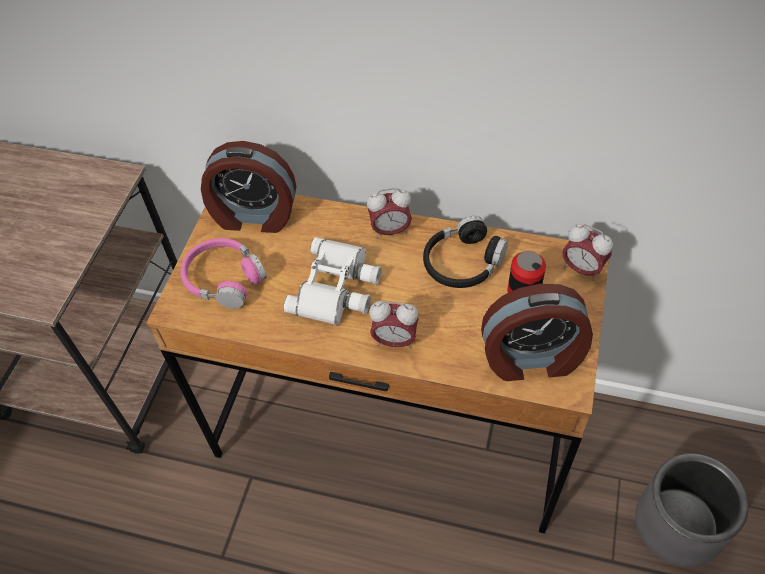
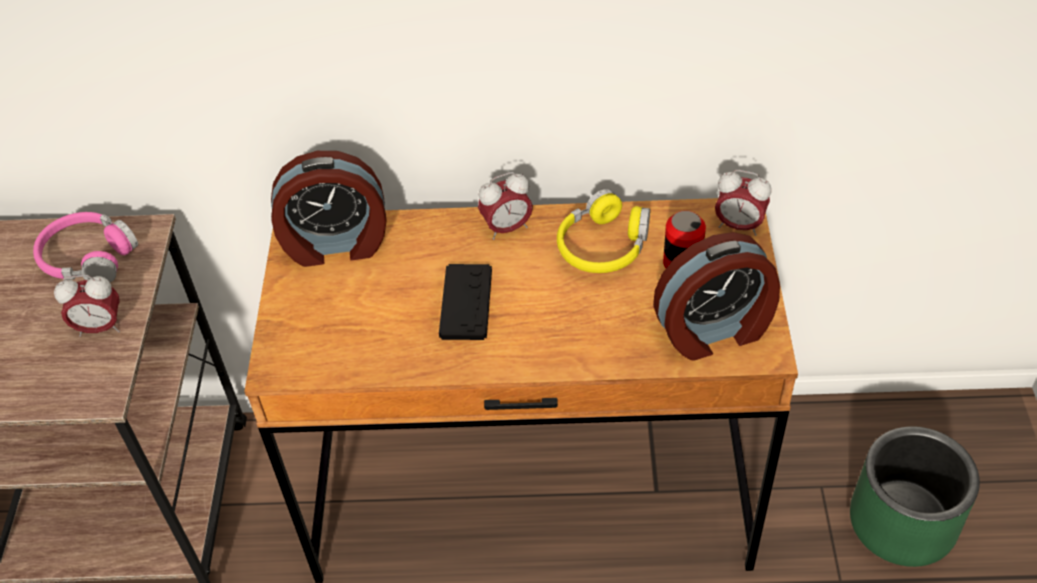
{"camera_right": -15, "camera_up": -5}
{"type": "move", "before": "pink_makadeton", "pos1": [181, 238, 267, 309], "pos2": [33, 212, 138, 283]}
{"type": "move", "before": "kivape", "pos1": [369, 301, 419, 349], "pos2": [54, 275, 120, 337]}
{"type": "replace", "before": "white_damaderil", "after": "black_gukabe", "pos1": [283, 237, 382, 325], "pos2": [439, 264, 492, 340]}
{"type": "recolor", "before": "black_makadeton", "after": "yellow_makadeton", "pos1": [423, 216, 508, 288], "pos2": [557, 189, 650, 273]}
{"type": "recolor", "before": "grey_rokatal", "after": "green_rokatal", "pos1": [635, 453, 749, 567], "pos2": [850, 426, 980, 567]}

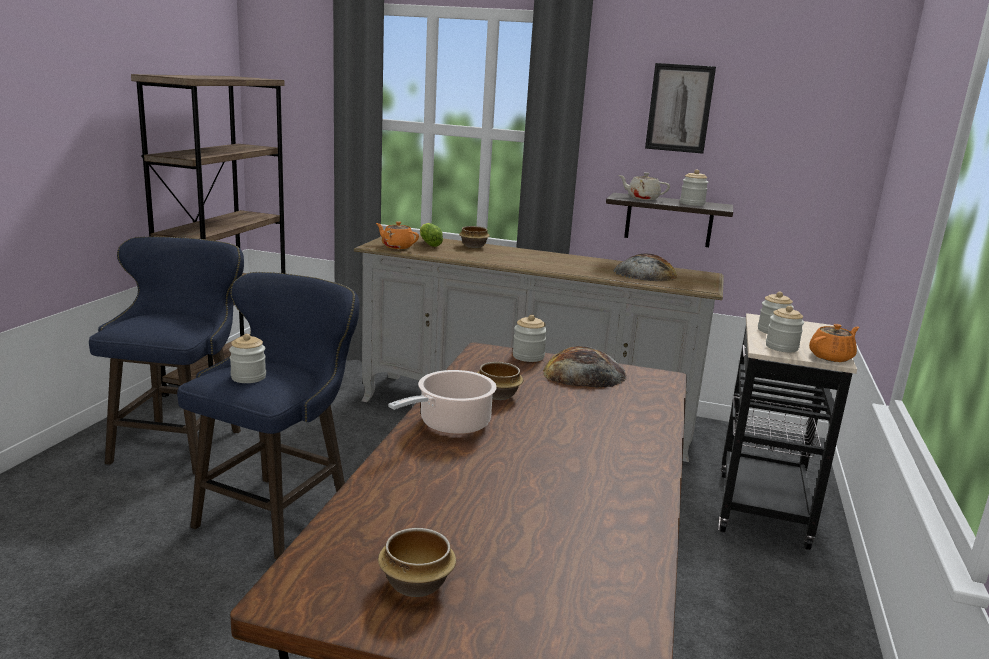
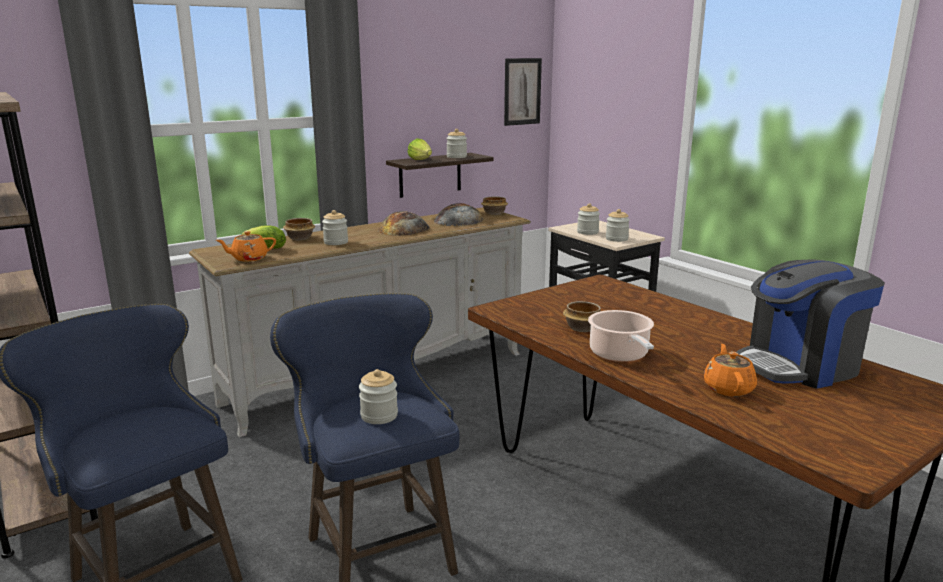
{"camera_right": -50, "camera_up": 0}
{"type": "move", "before": "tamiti", "pos1": [513, 315, 547, 362], "pos2": [322, 210, 348, 245]}
{"type": "move", "before": "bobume", "pos1": [543, 346, 627, 388], "pos2": [378, 211, 429, 236]}
{"type": "replace", "before": "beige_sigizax", "after": "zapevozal", "pos1": [619, 172, 670, 200], "pos2": [407, 138, 432, 160]}
{"type": "move", "before": "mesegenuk", "pos1": [378, 528, 456, 597], "pos2": [481, 196, 508, 215]}
{"type": "move", "before": "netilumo", "pos1": [645, 63, 716, 154], "pos2": [504, 58, 542, 126]}
{"type": "move", "before": "orange_sigizax", "pos1": [809, 324, 859, 362], "pos2": [704, 344, 757, 397]}
{"type": "insert", "after": "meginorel", "pos2": [737, 259, 885, 389]}

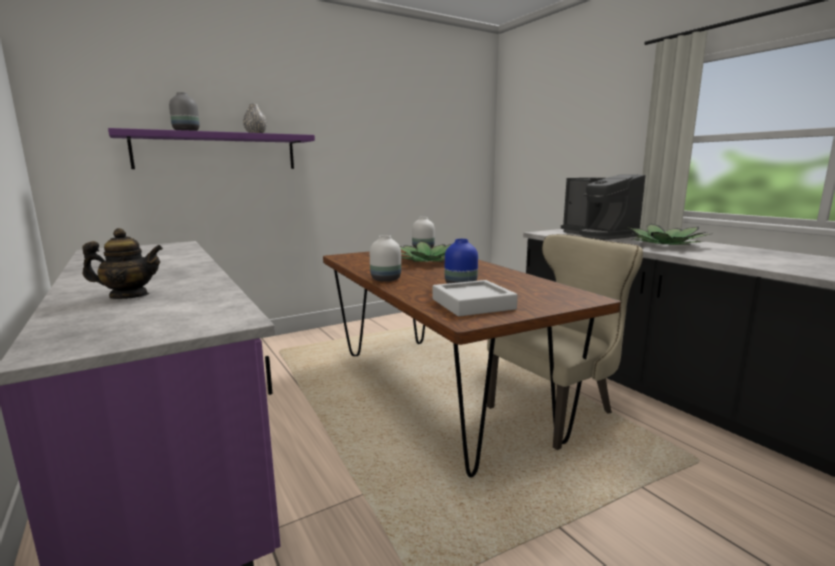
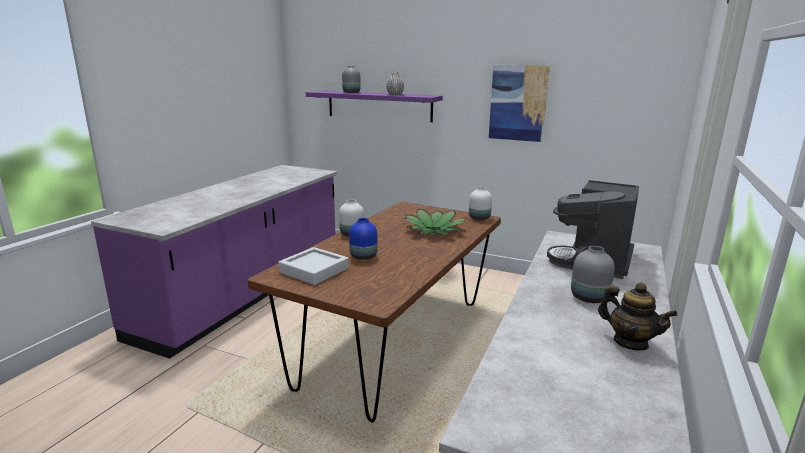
{"camera_right": 55, "camera_up": 5}
{"type": "insert", "after": "netilumo", "pos2": [489, 65, 550, 142]}
{"type": "replace", "before": "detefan", "after": "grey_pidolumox", "pos1": [625, 224, 710, 245], "pos2": [571, 246, 615, 303]}
{"type": "move", "before": "sigizax", "pos1": [82, 228, 163, 299], "pos2": [598, 283, 678, 351]}
{"type": "delete", "before": "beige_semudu", "pos1": [487, 234, 643, 450]}

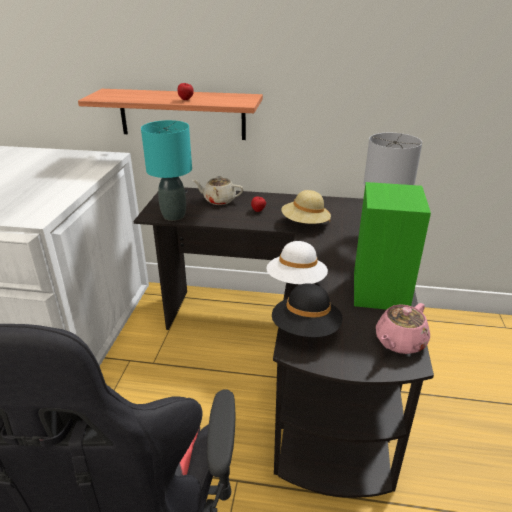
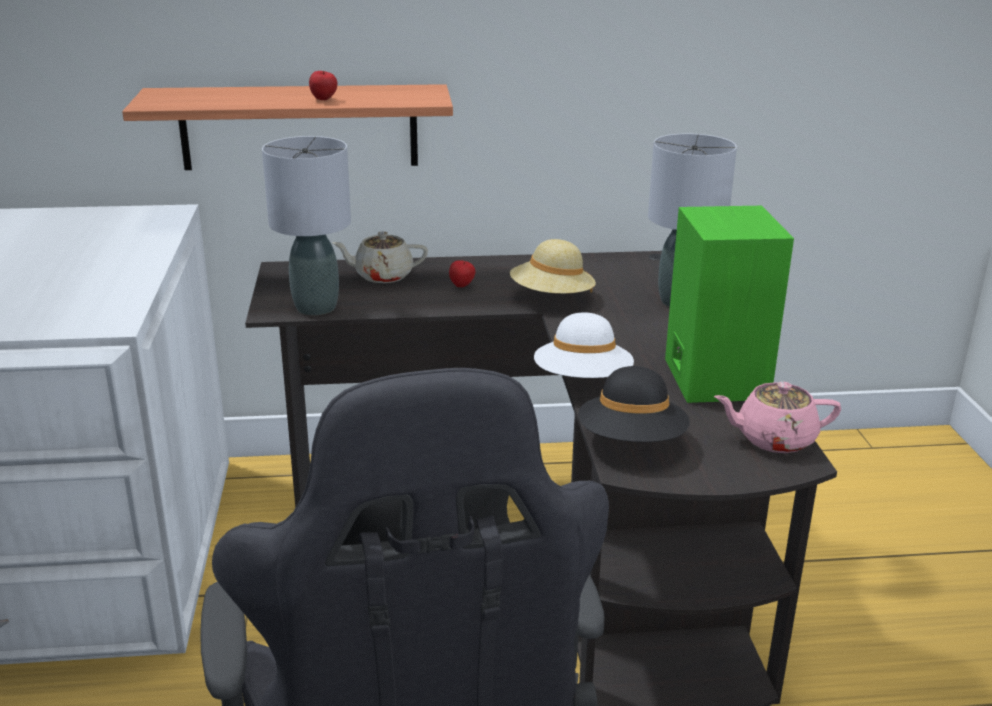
{"camera_right": -15, "camera_up": -5}
{"type": "recolor", "before": "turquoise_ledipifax", "after": "grey_ledipifax", "pos1": [141, 120, 192, 221], "pos2": [262, 136, 351, 315]}
{"type": "rotate", "before": "pink_sigizax", "pos1": [376, 303, 430, 354], "pos2": [714, 382, 841, 453], "turn": 60}

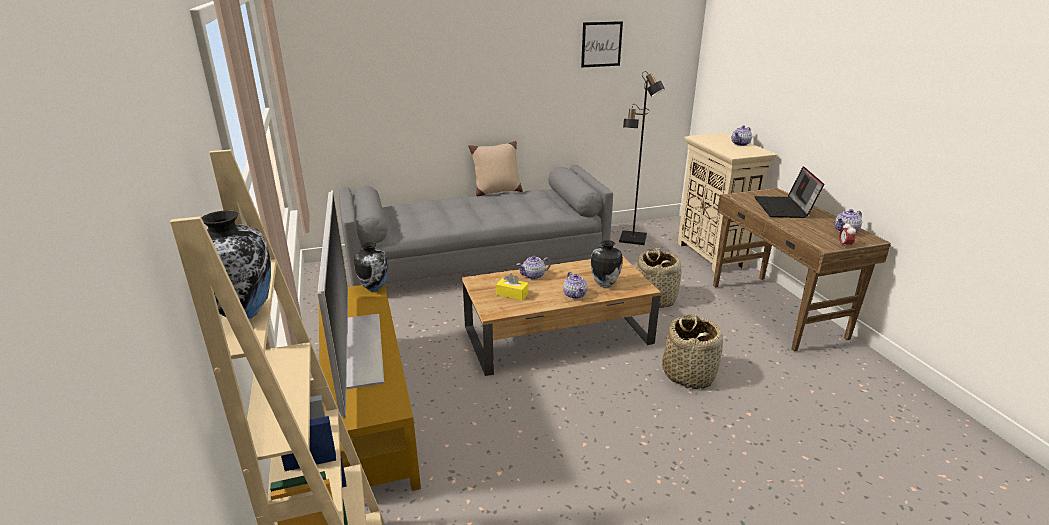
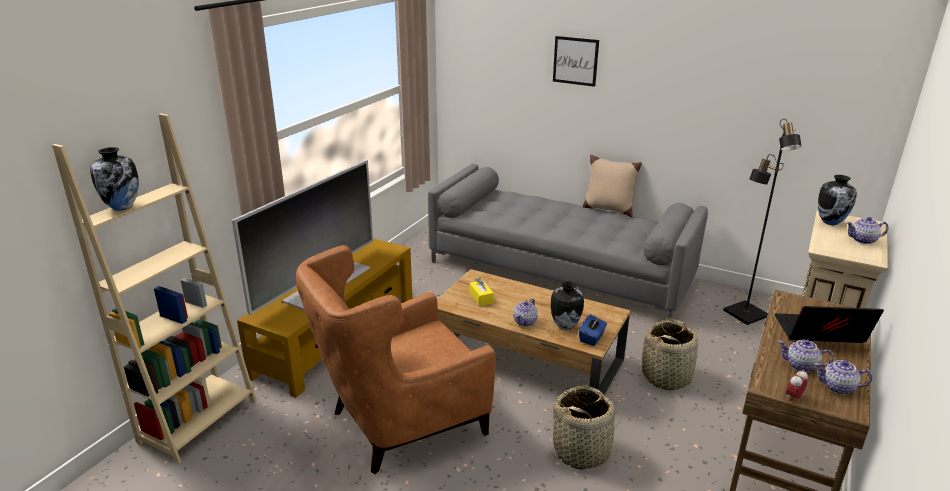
{"camera_right": 45, "camera_up": 0}
{"type": "insert", "after": "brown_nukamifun", "pos2": [296, 245, 496, 474]}
{"type": "move", "before": "netilumo", "pos1": [581, 21, 623, 67], "pos2": [553, 36, 599, 87]}
{"type": "insert", "after": "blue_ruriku", "pos2": [579, 315, 607, 346]}
{"type": "rotate", "before": "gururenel", "pos1": [754, 166, 824, 218], "pos2": [774, 306, 884, 343], "turn": 45}
{"type": "move", "before": "sigizax", "pos1": [516, 256, 551, 280], "pos2": [778, 340, 834, 372]}
{"type": "move", "before": "pidolumox", "pos1": [354, 242, 388, 291], "pos2": [818, 175, 857, 225]}

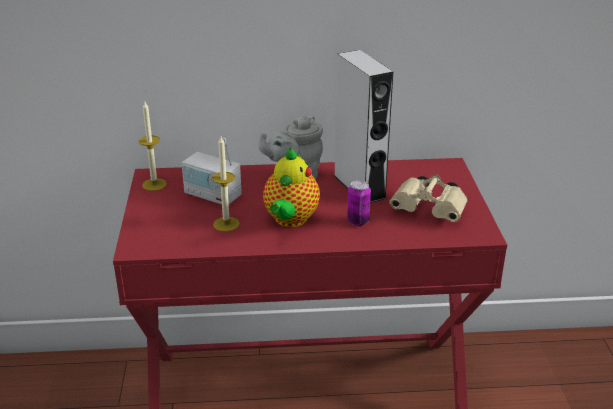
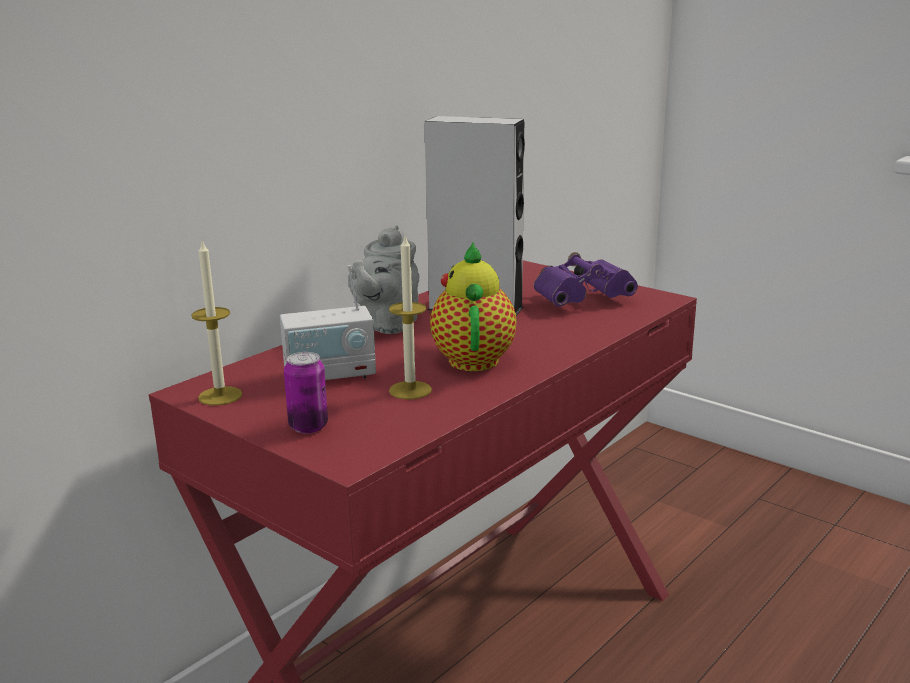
{"camera_right": -45, "camera_up": -10}
{"type": "move", "before": "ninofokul", "pos1": [347, 180, 371, 226], "pos2": [284, 352, 328, 433]}
{"type": "rotate", "before": "sigizax", "pos1": [263, 148, 320, 227], "pos2": [430, 242, 517, 371], "turn": -150}
{"type": "recolor", "before": "beige_damaderil", "after": "purple_damaderil", "pos1": [389, 174, 468, 222], "pos2": [533, 252, 638, 307]}

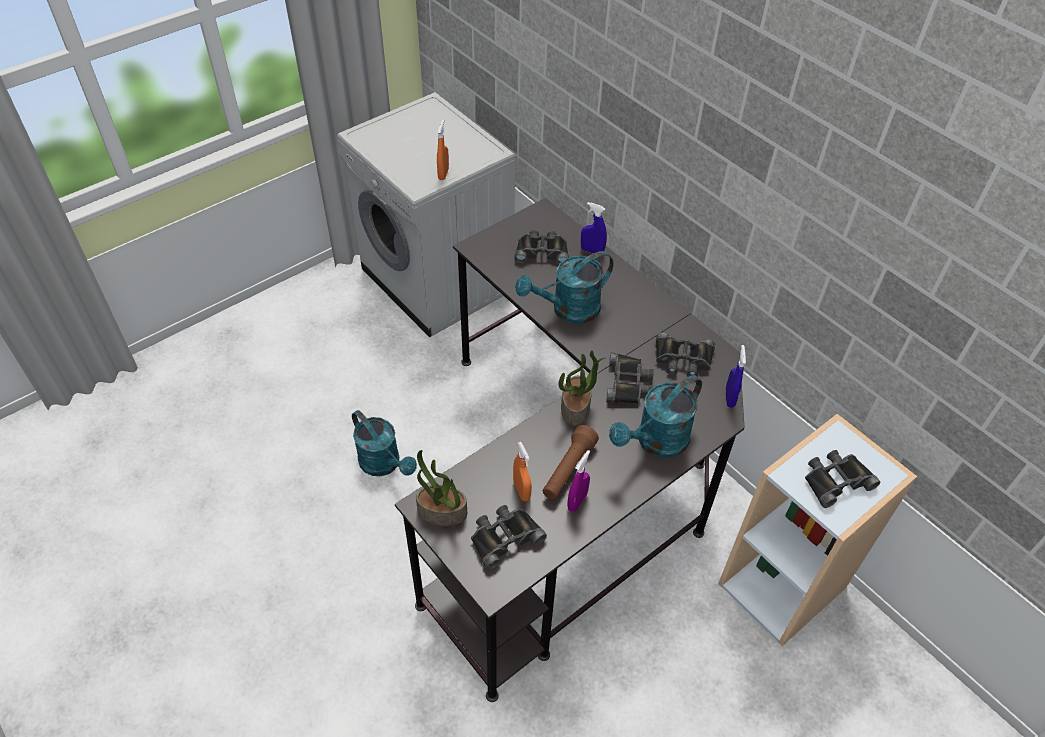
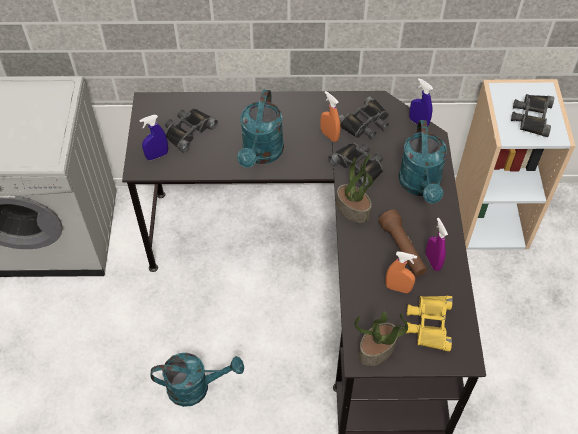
{"camera_right": -50, "camera_up": 5}
{"type": "move", "before": "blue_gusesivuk", "pos1": [581, 202, 607, 253], "pos2": [140, 115, 168, 160]}
{"type": "move", "before": "orange_gusesivuk", "pos1": [437, 120, 449, 180], "pos2": [321, 91, 341, 142]}
{"type": "recolor", "before": "black_damaderil", "after": "yellow_damaderil", "pos1": [471, 505, 547, 570], "pos2": [406, 296, 453, 351]}

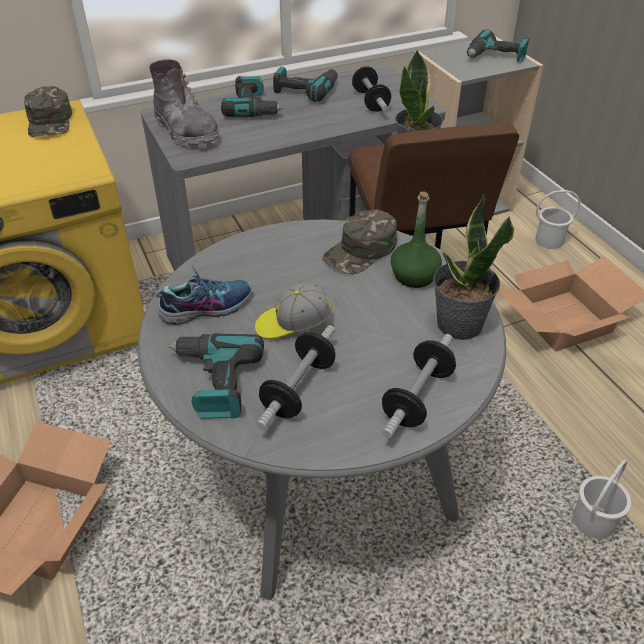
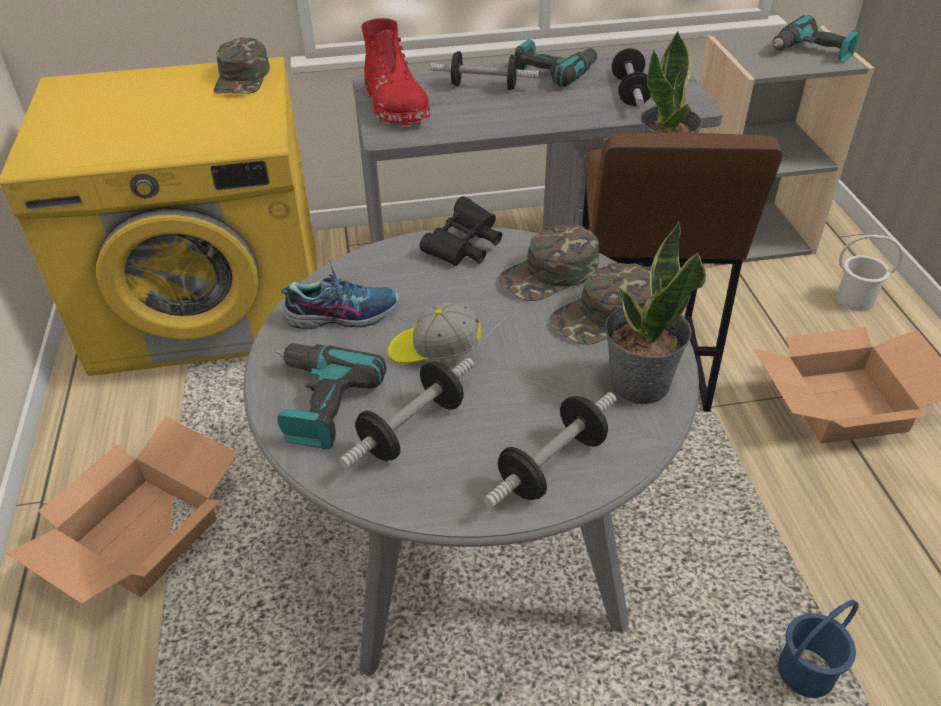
{"camera_right": 15, "camera_up": 0}
{"type": "recolor", "before": "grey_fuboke", "after": "red_fuboke", "pos1": [149, 59, 219, 148], "pos2": [361, 18, 430, 127]}
{"type": "insert", "after": "black_damaderil", "pos2": [420, 196, 502, 266]}
{"type": "replace", "before": "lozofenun", "after": "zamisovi", "pos1": [221, 76, 284, 117], "pos2": [430, 51, 539, 90]}
{"type": "replace", "before": "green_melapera", "after": "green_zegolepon", "pos1": [391, 191, 442, 288], "pos2": [550, 263, 651, 345]}
{"type": "recolor", "before": "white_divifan", "after": "blue_divifan", "pos1": [573, 459, 631, 539], "pos2": [778, 600, 859, 698]}

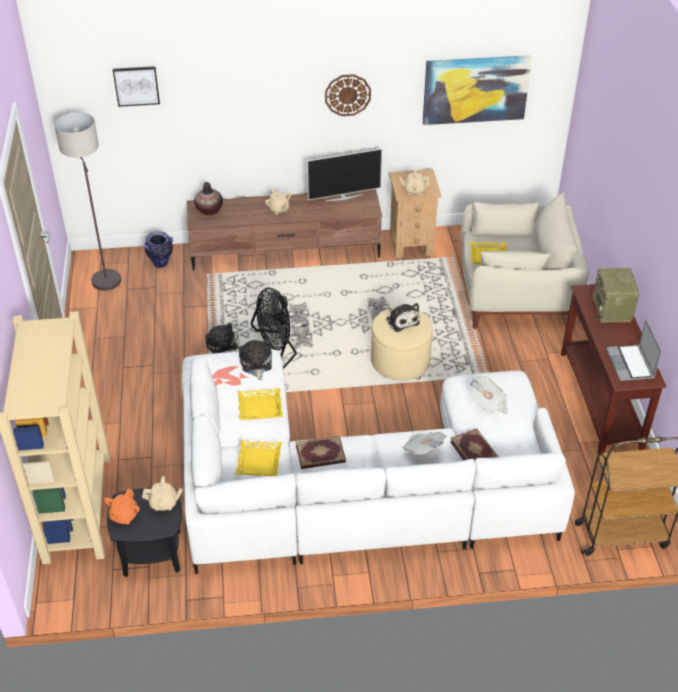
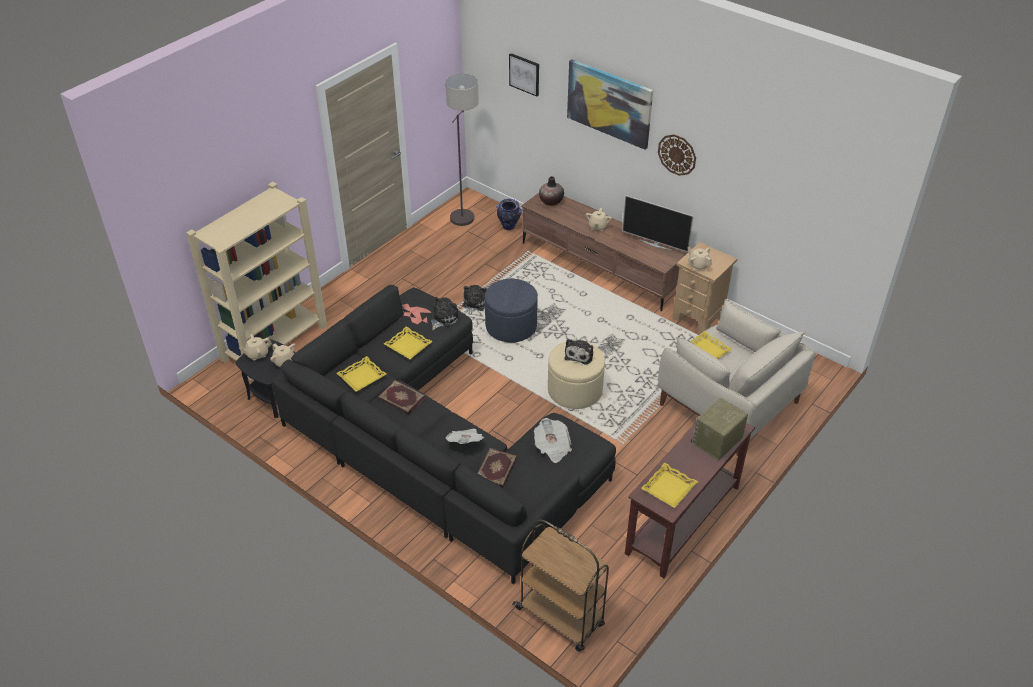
{"camera_right": 45, "camera_up": 0}
{"type": "recolor", "before": "orange_sigizax", "after": "beige_sigizax", "pos1": [104, 489, 140, 525], "pos2": [239, 334, 272, 361]}
{"type": "recolor", "before": "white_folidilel", "after": "black_folidilel", "pos1": [182, 350, 575, 574], "pos2": [272, 285, 616, 584]}
{"type": "replace", "before": "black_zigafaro", "after": "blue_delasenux", "pos1": [251, 287, 307, 370], "pos2": [485, 279, 538, 342]}
{"type": "move", "before": "netilumo", "pos1": [423, 55, 532, 125], "pos2": [567, 59, 653, 150]}
{"type": "replace", "before": "gururenel", "after": "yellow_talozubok", "pos1": [606, 319, 662, 381], "pos2": [641, 463, 698, 508]}

